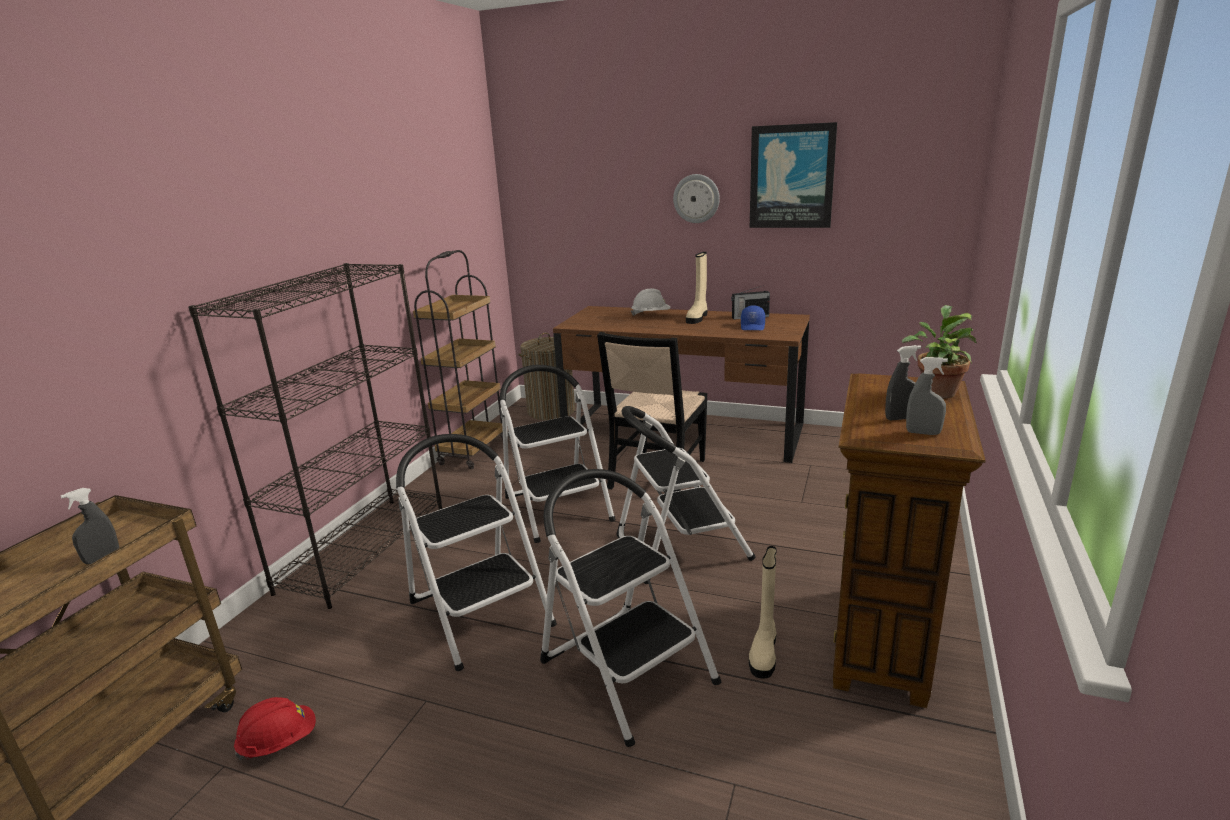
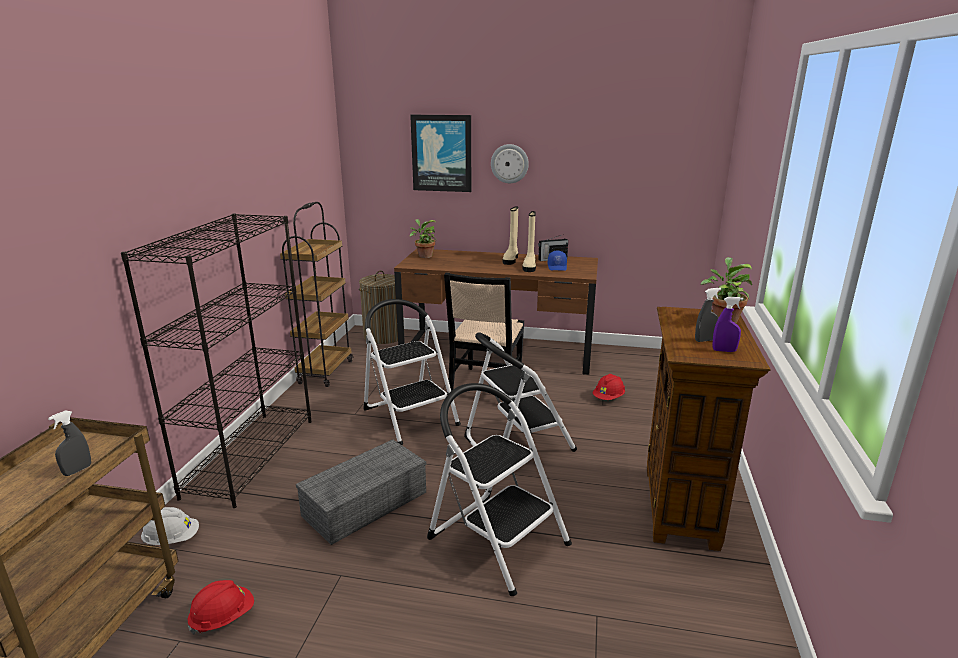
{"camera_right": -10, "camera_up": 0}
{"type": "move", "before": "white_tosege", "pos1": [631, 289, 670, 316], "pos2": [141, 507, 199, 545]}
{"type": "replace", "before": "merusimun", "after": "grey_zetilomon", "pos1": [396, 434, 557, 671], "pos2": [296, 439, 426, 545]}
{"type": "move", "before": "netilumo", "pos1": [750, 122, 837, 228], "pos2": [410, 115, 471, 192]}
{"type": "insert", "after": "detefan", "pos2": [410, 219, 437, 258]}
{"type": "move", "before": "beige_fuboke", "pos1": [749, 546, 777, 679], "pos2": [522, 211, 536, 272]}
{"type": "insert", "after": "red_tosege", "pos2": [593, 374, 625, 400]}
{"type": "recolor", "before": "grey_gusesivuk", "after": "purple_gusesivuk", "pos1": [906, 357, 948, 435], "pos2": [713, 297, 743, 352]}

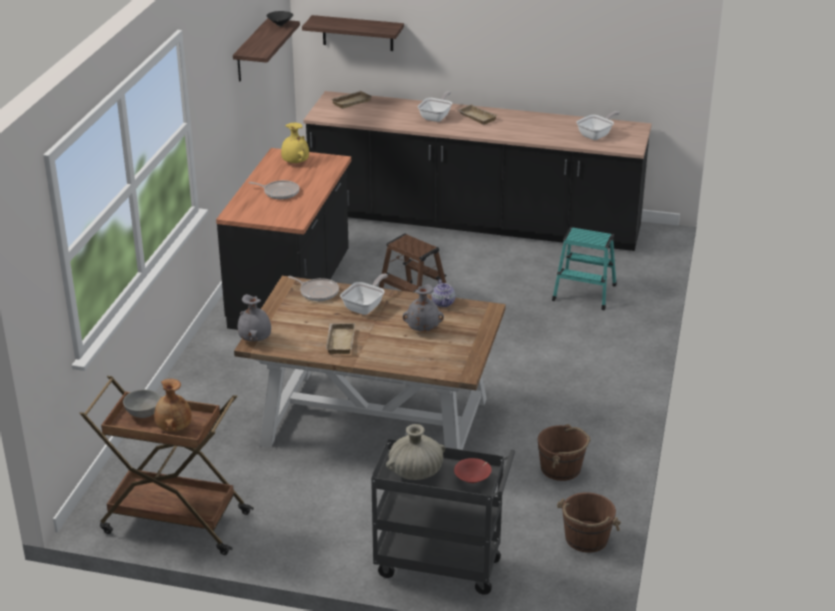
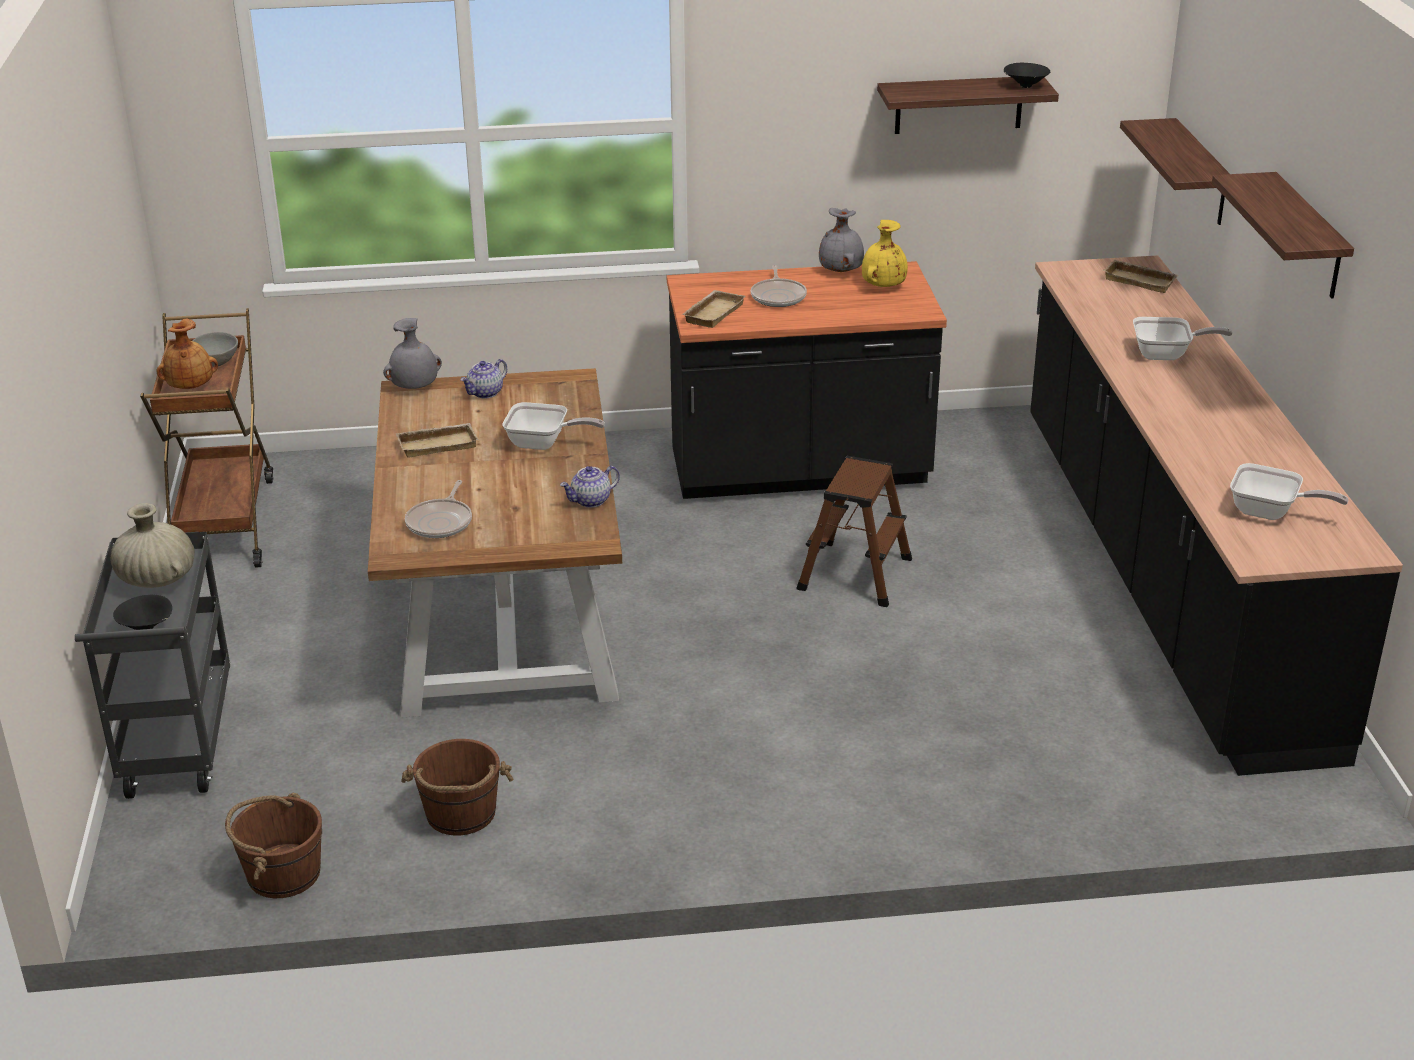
{"camera_right": 70, "camera_up": 0}
{"type": "recolor", "before": "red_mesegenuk", "after": "black_mesegenuk", "pos1": [454, 458, 492, 484], "pos2": [113, 595, 172, 630]}
{"type": "move", "before": "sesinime", "pos1": [288, 276, 339, 301], "pos2": [405, 480, 472, 538]}
{"type": "insert", "after": "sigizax", "pos2": [461, 359, 507, 399]}
{"type": "move", "before": "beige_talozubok", "pos1": [457, 104, 497, 125], "pos2": [681, 290, 745, 328]}
{"type": "move", "before": "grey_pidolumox", "pos1": [403, 284, 444, 332], "pos2": [819, 208, 864, 272]}
{"type": "insert", "after": "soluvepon", "pos2": [1212, 172, 1354, 298]}
{"type": "delete", "before": "turquoise_merusimun", "pos1": [552, 227, 617, 310]}

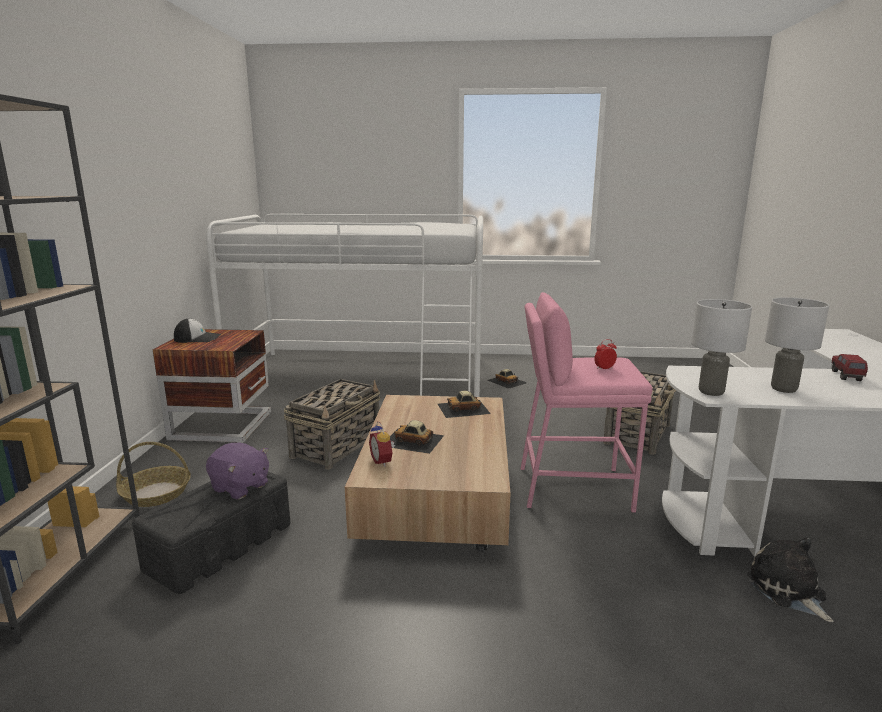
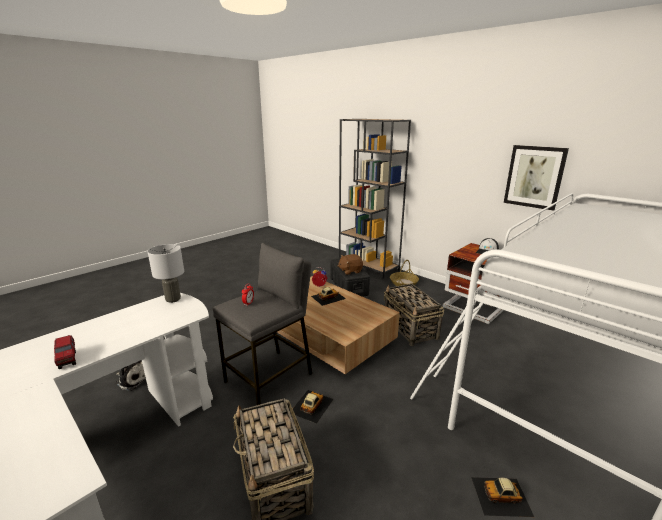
{"camera_right": 130, "camera_up": 5}
{"type": "recolor", "before": "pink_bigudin", "after": "grey_bigudin", "pos1": [521, 292, 652, 512], "pos2": [213, 243, 312, 405]}
{"type": "move", "before": "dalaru", "pos1": [438, 391, 491, 418], "pos2": [290, 390, 334, 424]}
{"type": "recolor", "before": "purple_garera", "after": "brown_garera", "pos1": [206, 443, 269, 499], "pos2": [338, 254, 363, 275]}
{"type": "insert", "after": "netilumo", "pos2": [504, 145, 569, 211]}
{"type": "delete", "before": "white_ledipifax", "pos1": [765, 297, 829, 393]}

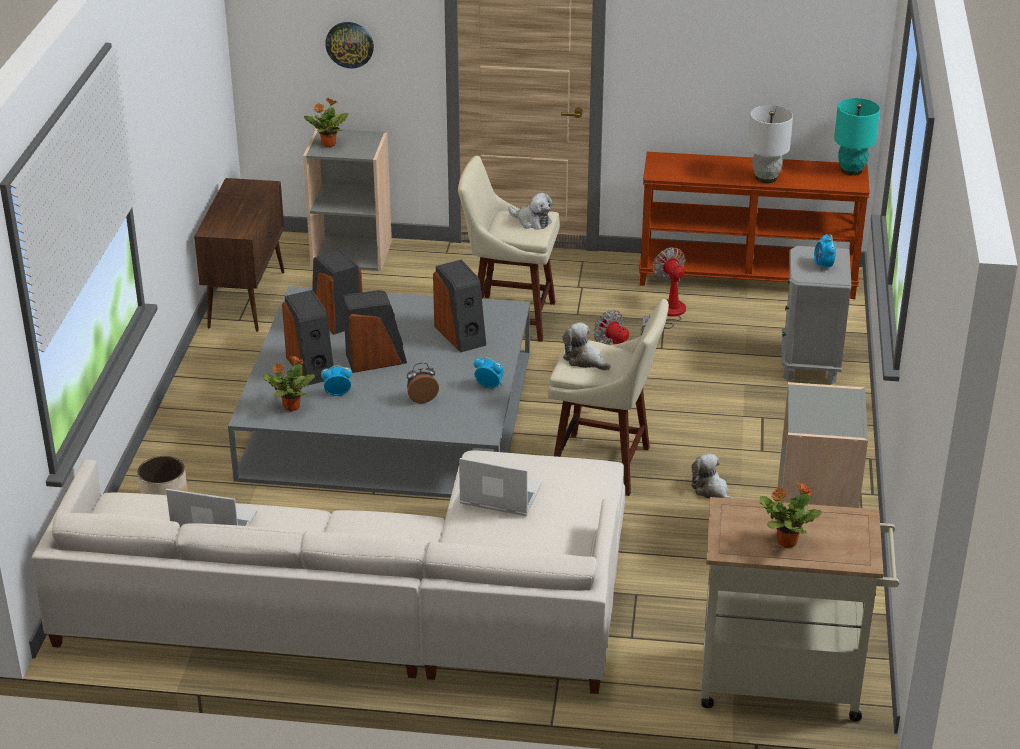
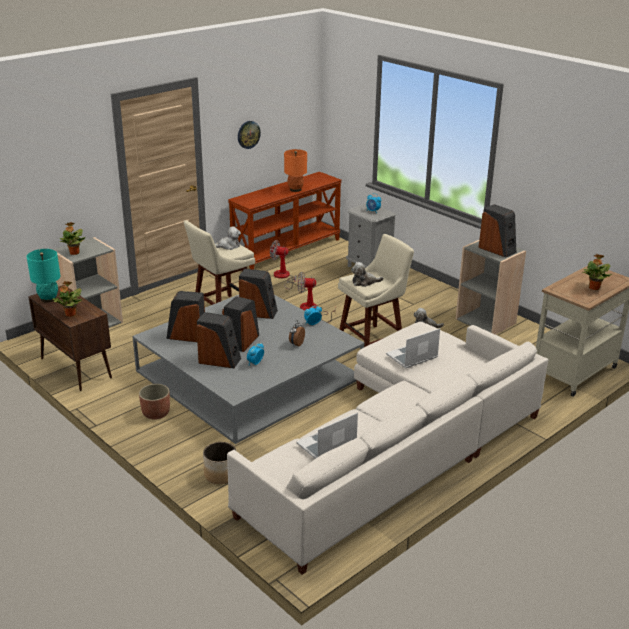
{"camera_right": -50, "camera_up": -5}
{"type": "move", "before": "turquoise_ledipifax", "pos1": [834, 98, 880, 176], "pos2": [27, 249, 60, 303]}
{"type": "move", "before": "detefan", "pos1": [263, 356, 315, 411], "pos2": [53, 281, 83, 317]}
{"type": "insert", "after": "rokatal", "pos2": [139, 384, 170, 419]}
{"type": "move", "before": "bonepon", "pos1": [325, 22, 374, 68], "pos2": [238, 121, 261, 149]}
{"type": "recolor", "before": "white_ledipifax", "after": "orange_ledipifax", "pos1": [748, 105, 793, 183], "pos2": [284, 149, 307, 192]}
{"type": "insert", "after": "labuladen", "pos2": [478, 204, 516, 258]}

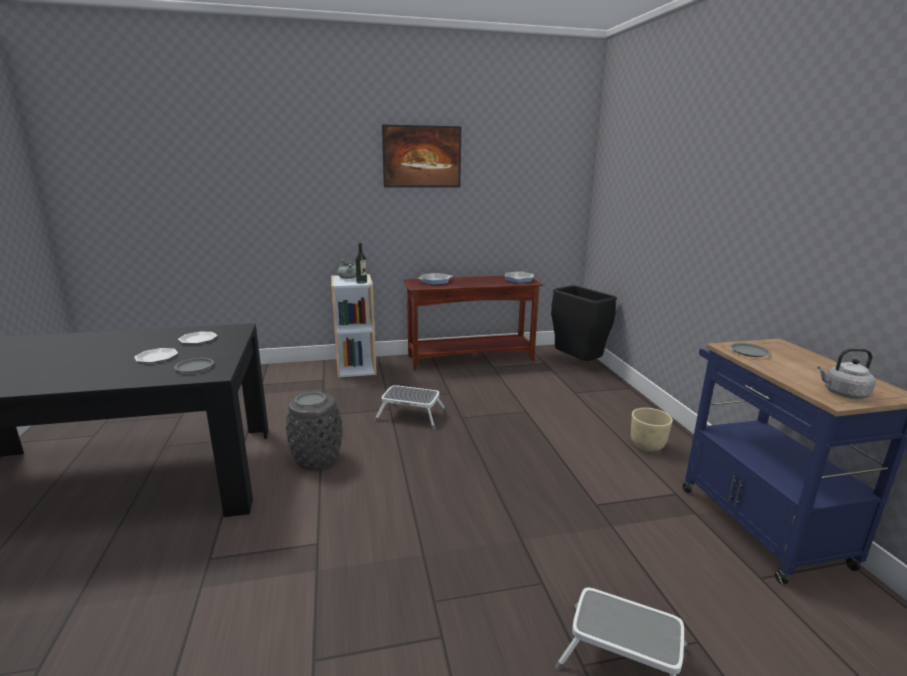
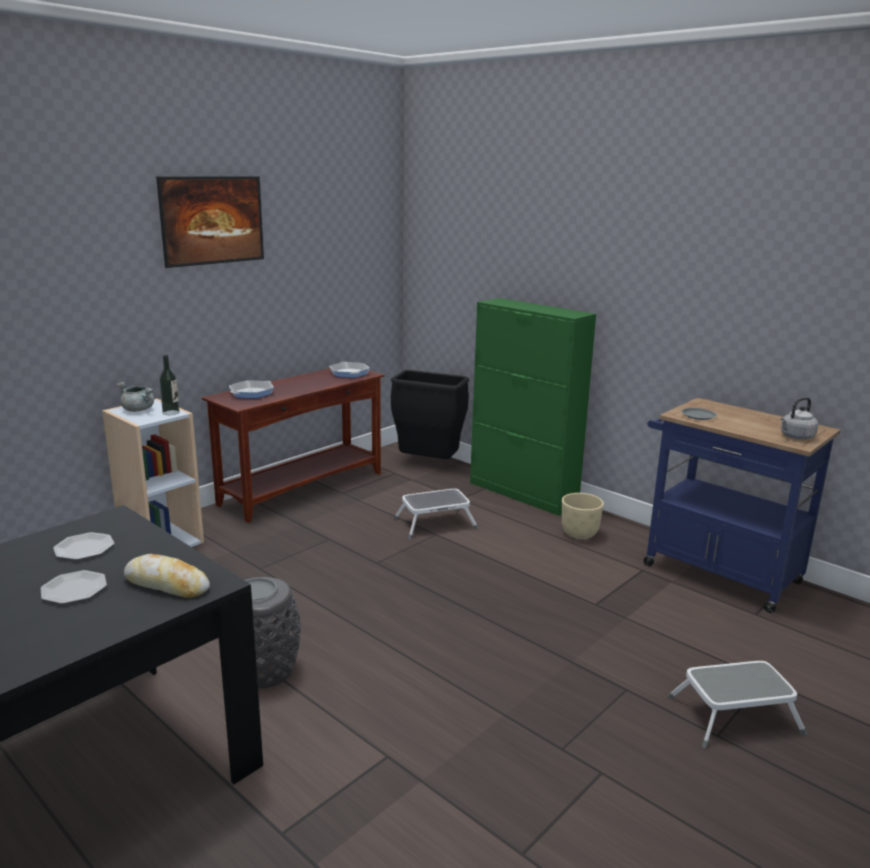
{"camera_right": -35, "camera_up": 0}
{"type": "replace", "before": "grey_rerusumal", "after": "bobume", "pos1": [174, 358, 214, 373], "pos2": [124, 554, 210, 598]}
{"type": "move", "before": "grey_merusimun", "pos1": [374, 385, 447, 430], "pos2": [393, 489, 479, 540]}
{"type": "insert", "after": "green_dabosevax", "pos2": [470, 298, 596, 516]}

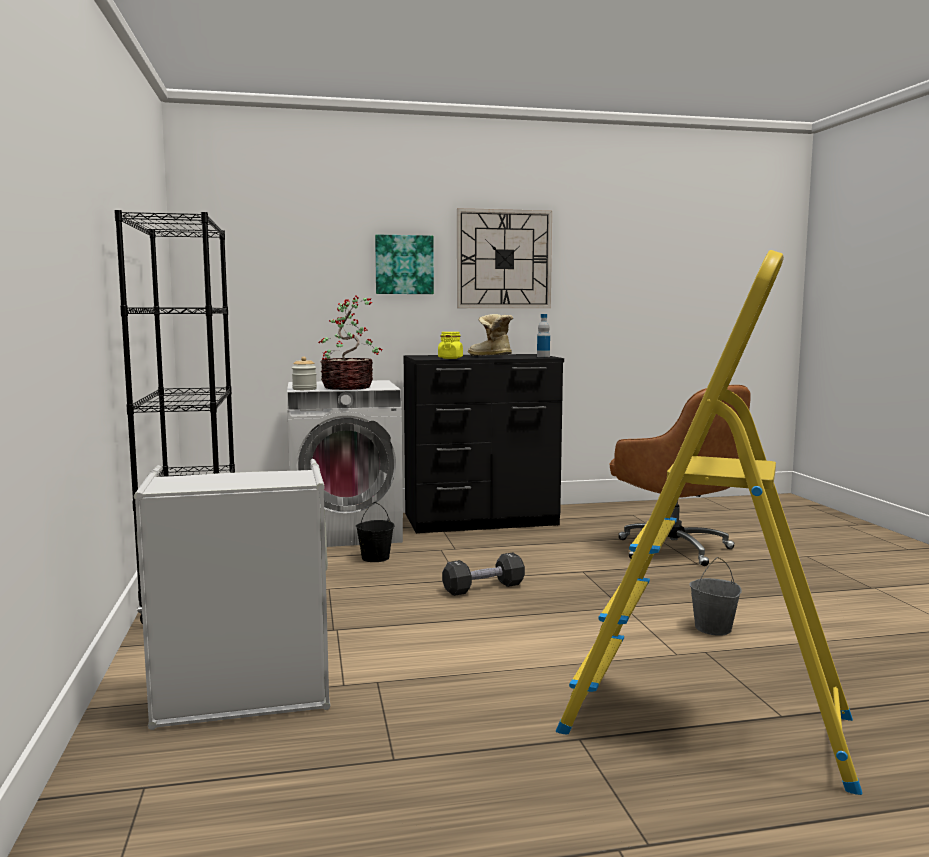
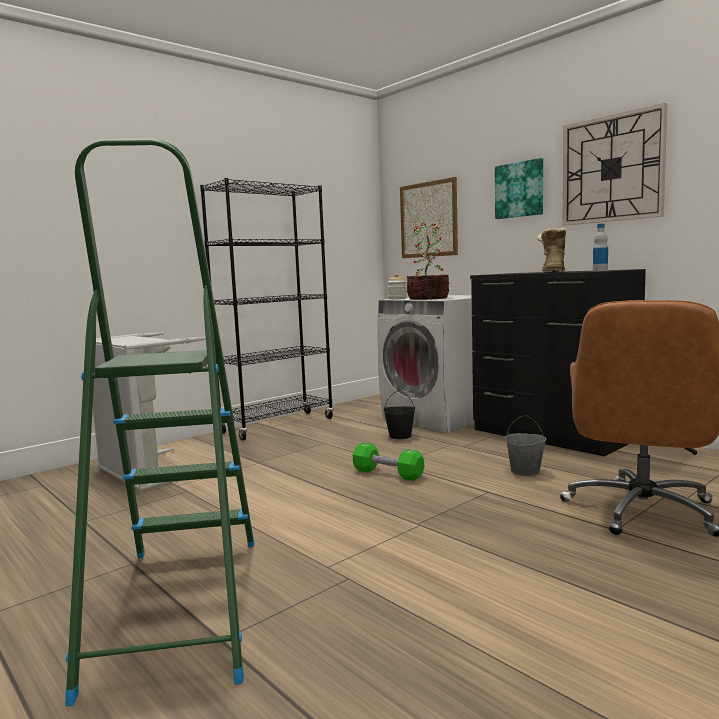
{"camera_right": 60, "camera_up": 0}
{"type": "recolor", "before": "yellow_merusimun", "after": "green_merusimun", "pos1": [556, 250, 862, 795], "pos2": [65, 139, 254, 706]}
{"type": "recolor", "before": "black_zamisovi", "after": "green_zamisovi", "pos1": [442, 552, 525, 596], "pos2": [353, 442, 424, 481]}
{"type": "insert", "after": "netilumo", "pos2": [400, 177, 458, 258]}
{"type": "move", "before": "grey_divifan", "pos1": [689, 557, 742, 636], "pos2": [505, 415, 546, 476]}
{"type": "delete", "before": "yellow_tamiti", "pos1": [438, 332, 463, 359]}

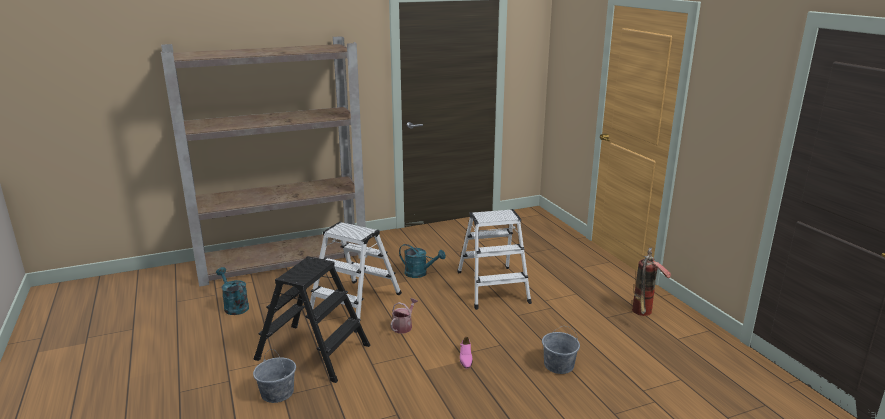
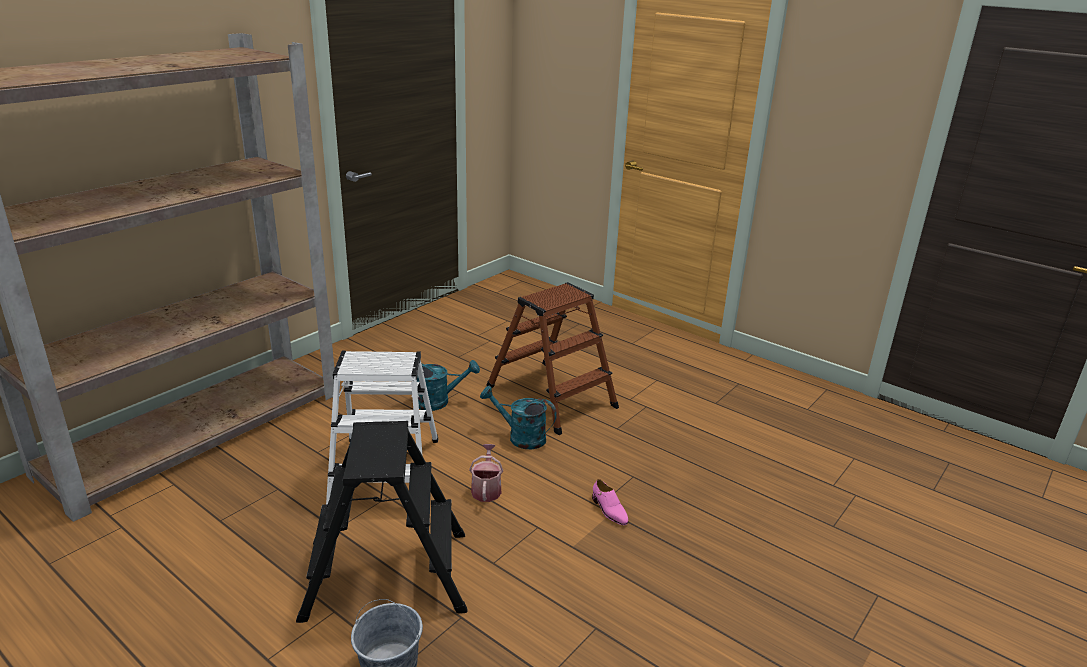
{"camera_right": -30, "camera_up": 5}
{"type": "move", "before": "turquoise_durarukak", "pos1": [216, 267, 249, 315], "pos2": [480, 386, 557, 449]}
{"type": "recolor", "before": "white_merusimun", "after": "brown_merusimun", "pos1": [457, 209, 532, 310], "pos2": [487, 282, 619, 435]}
{"type": "delete", "before": "grey_divifan", "pos1": [542, 326, 580, 374]}
{"type": "delete", "before": "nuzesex", "pos1": [632, 248, 671, 316]}

